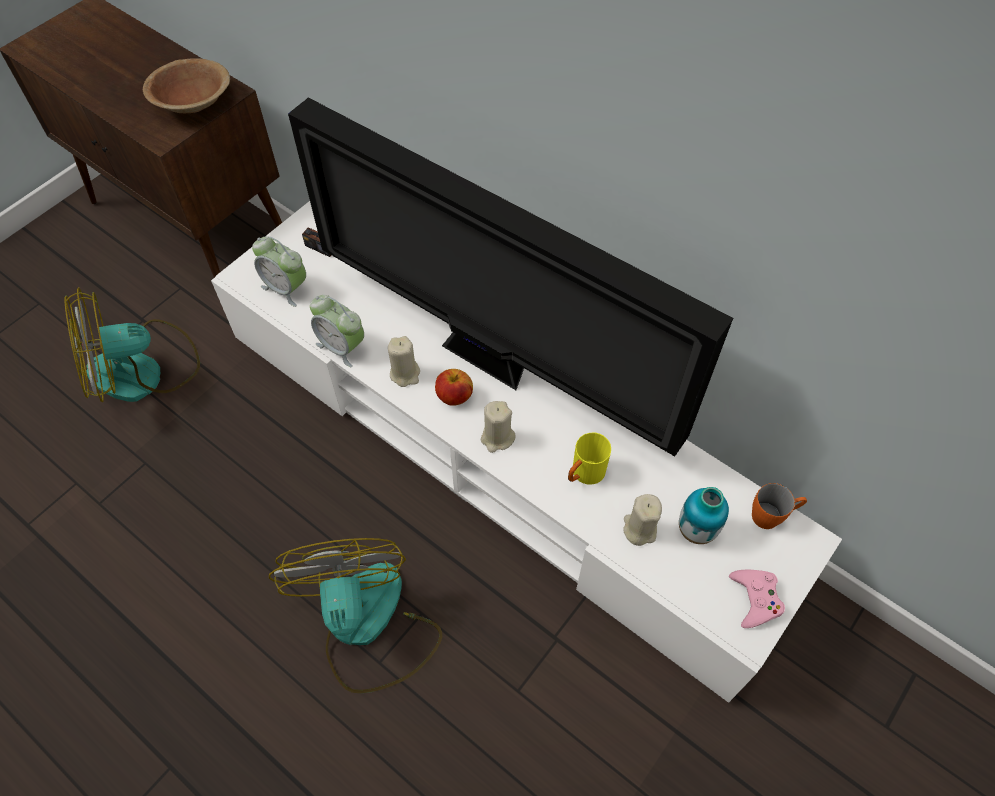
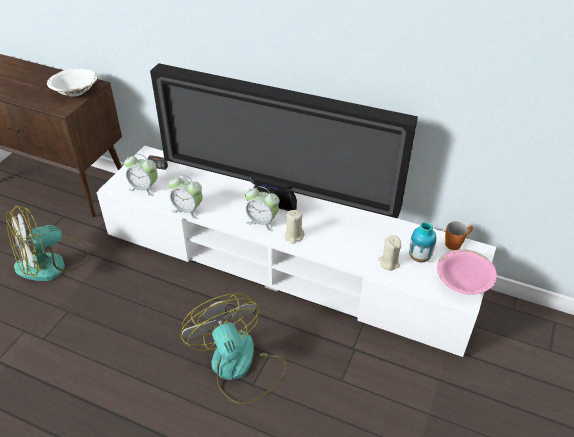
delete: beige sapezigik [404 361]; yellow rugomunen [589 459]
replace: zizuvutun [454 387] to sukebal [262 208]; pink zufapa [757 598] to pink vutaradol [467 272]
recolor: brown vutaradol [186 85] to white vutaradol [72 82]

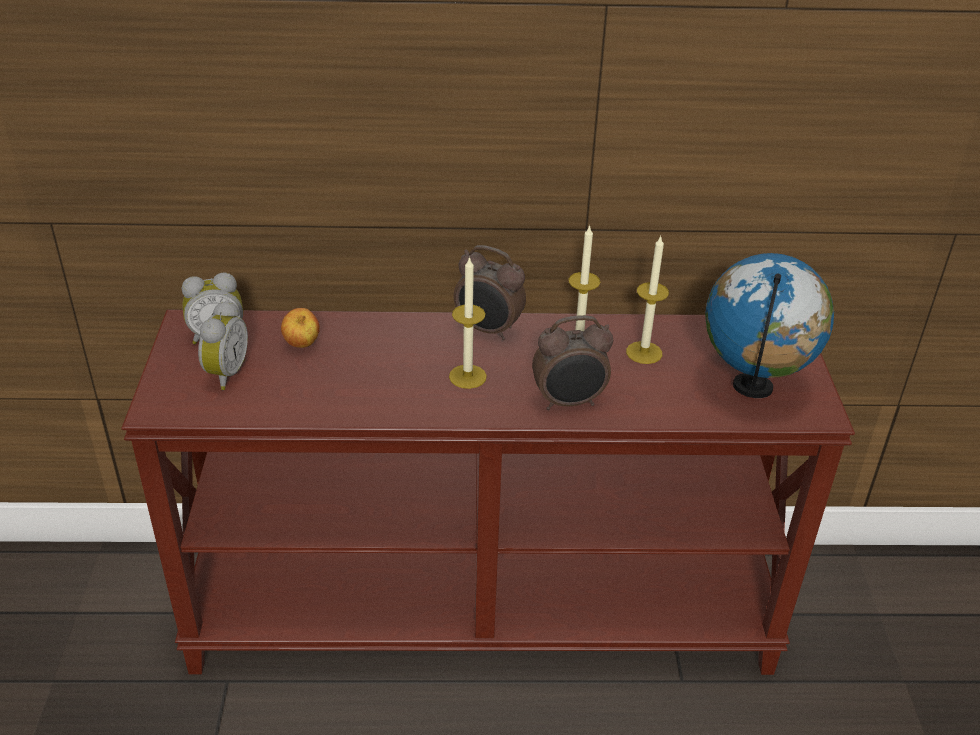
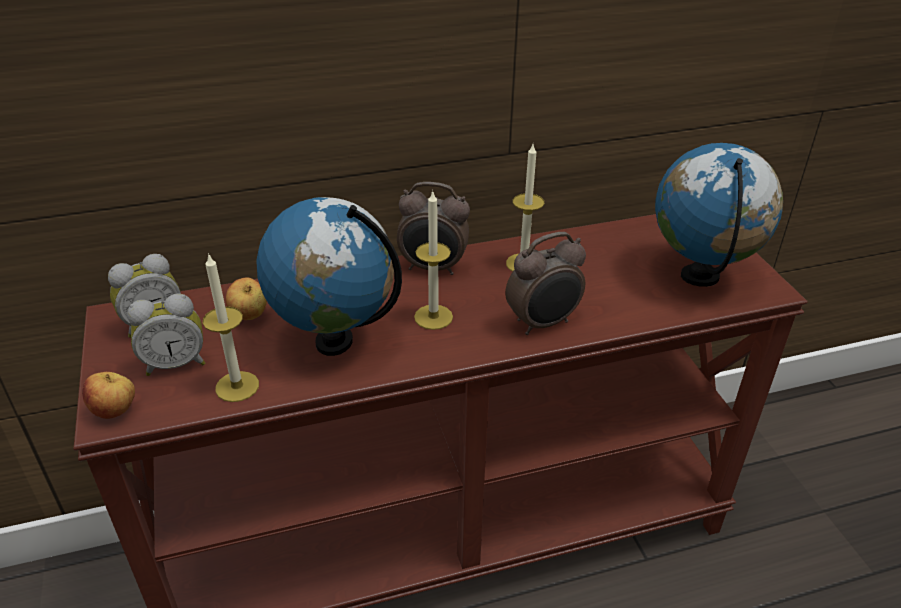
insert: zizuvutun [108 395]; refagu [329 276]
move: sapezigik [647 300] to [231 327]
rotate: sukebal [223 345] = [166 334] 75 degrees clockwise

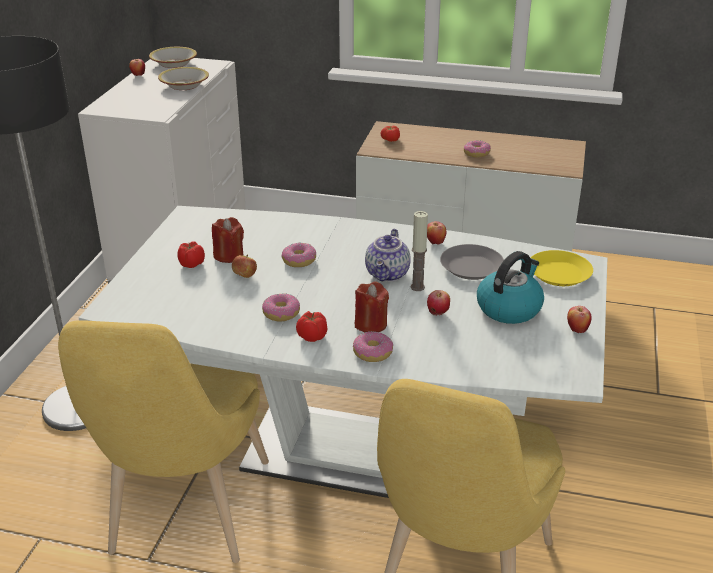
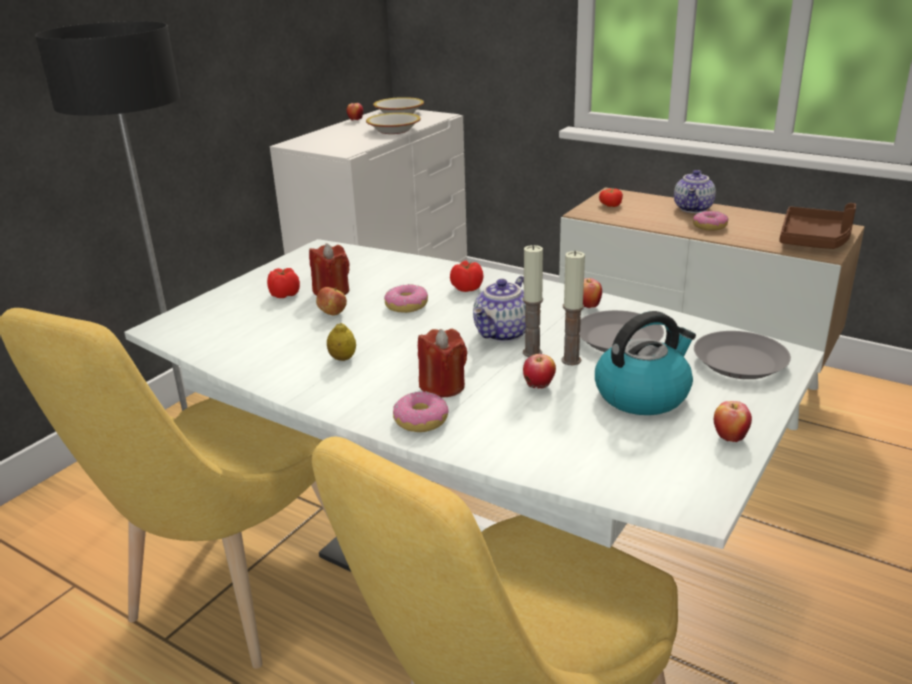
insert: sapezigik [573 308]; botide [695 191]; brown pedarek [817 226]
move: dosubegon [311 326] to [467 276]
replace: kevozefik [281 307] to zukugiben [341 342]
recolor: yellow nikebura [562 268] to grey nikebura [742 355]

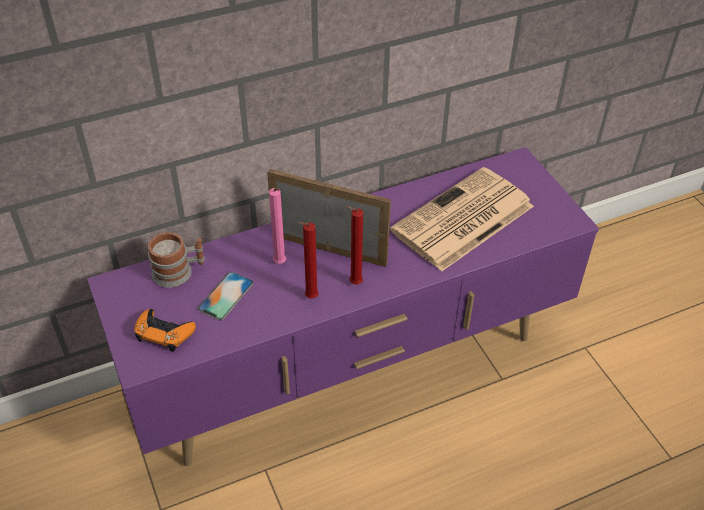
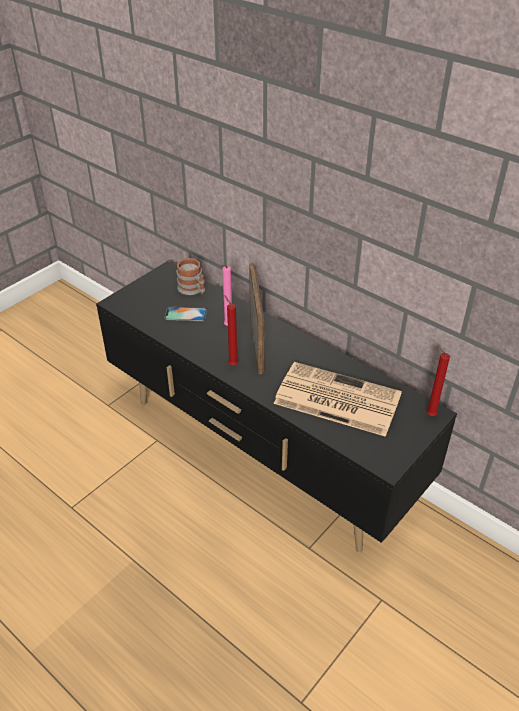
delete: orange zufapa [165 330]
move: red sapezigik [308 260] to [438 380]
recolor: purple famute [343 306] to black famute [276 406]

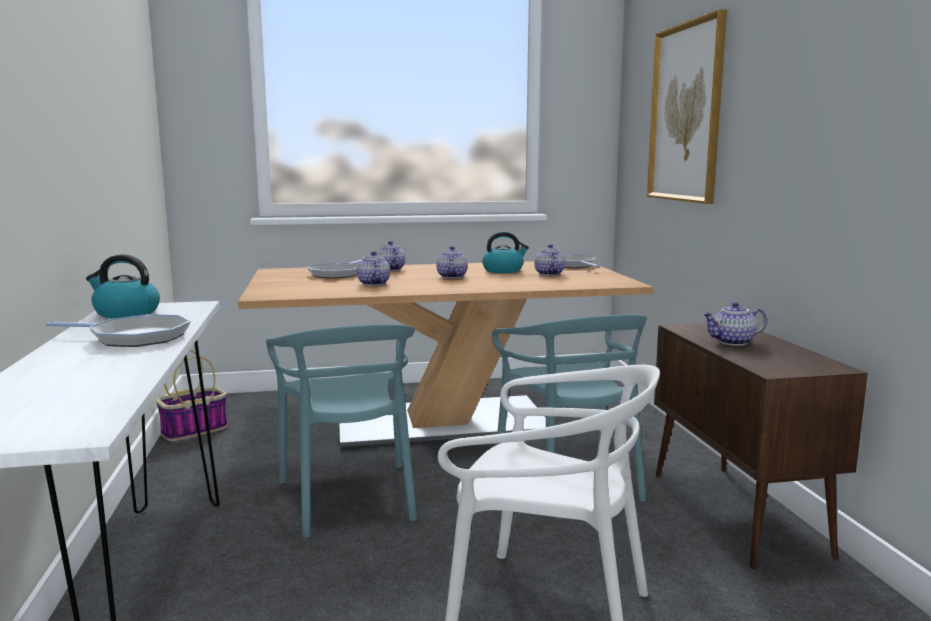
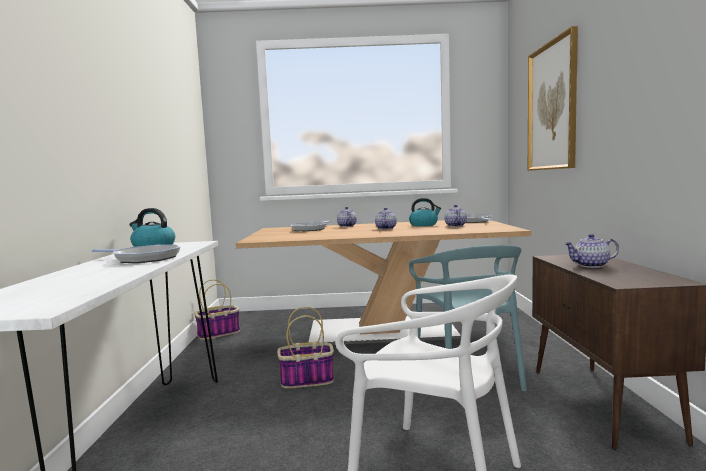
delete: botide [373 268]
replace: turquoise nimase [341 431] to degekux [305 348]

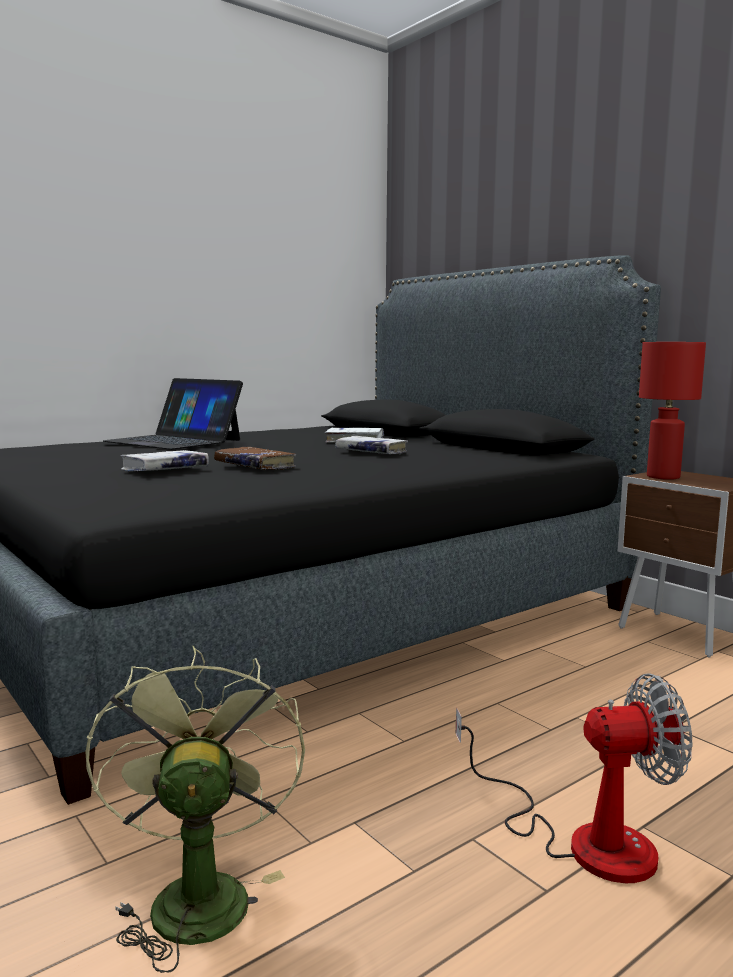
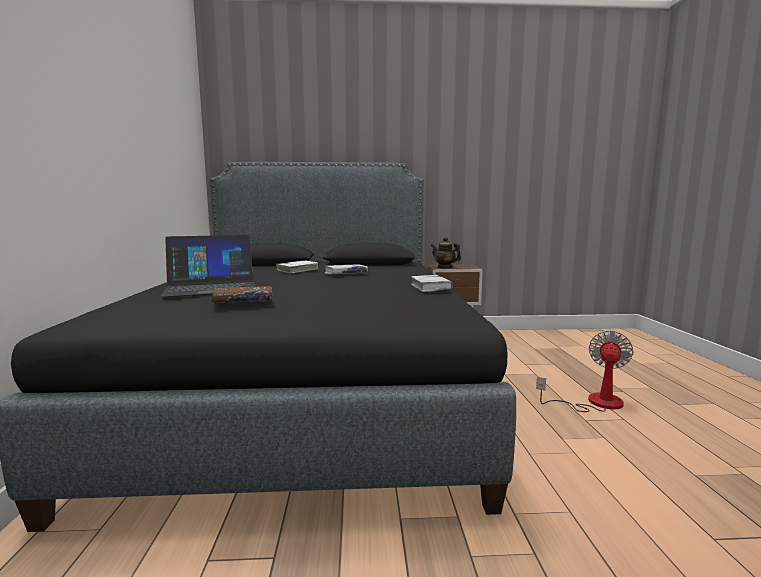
delete: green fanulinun [195 809]
move: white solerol [164 461] to [432 283]; brown solerol [255 458] to [242 294]
replace: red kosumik [672 411] to botide [446 253]

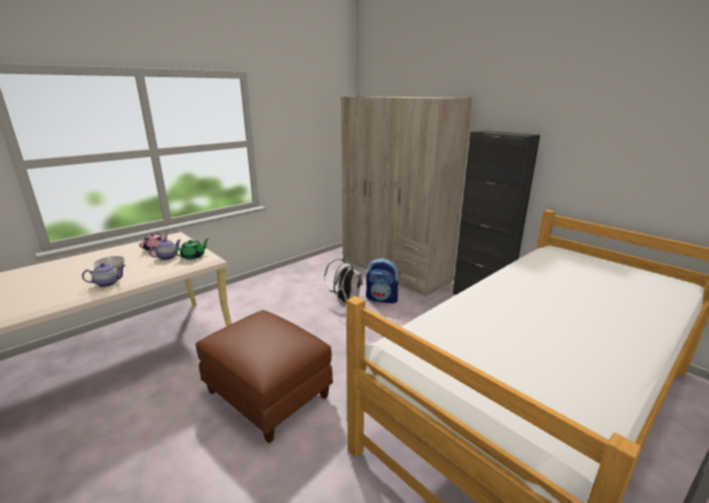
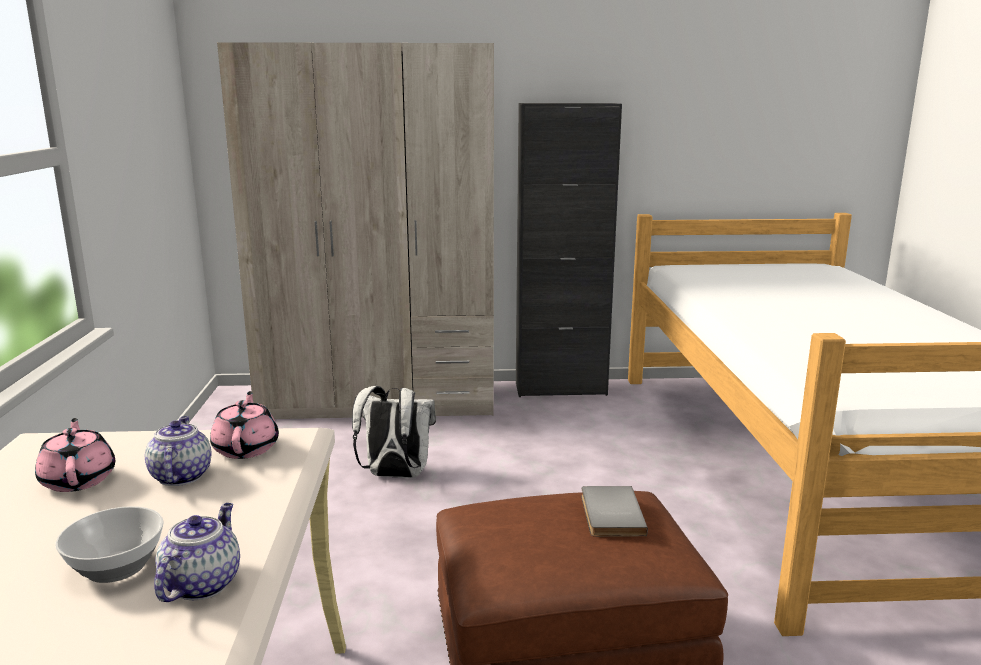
delete: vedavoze [383 281]
insert: grey solerol [614 511]
recolor: green botide [191 249] to pink botide [244 425]

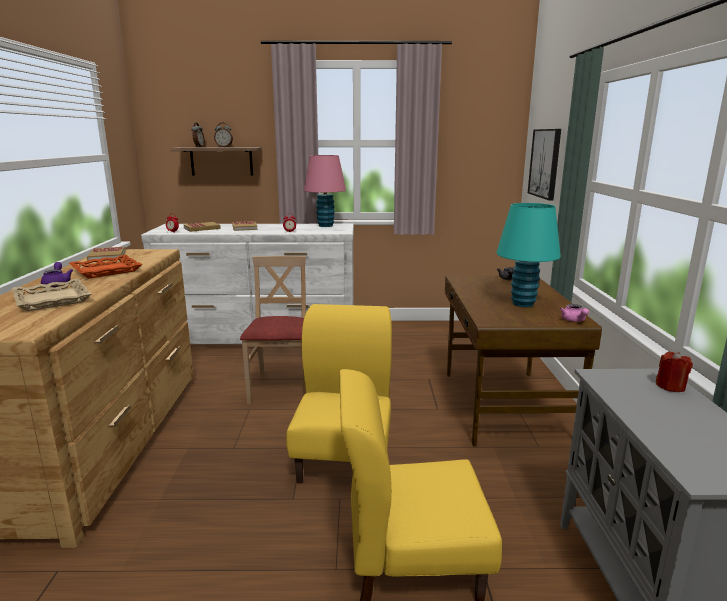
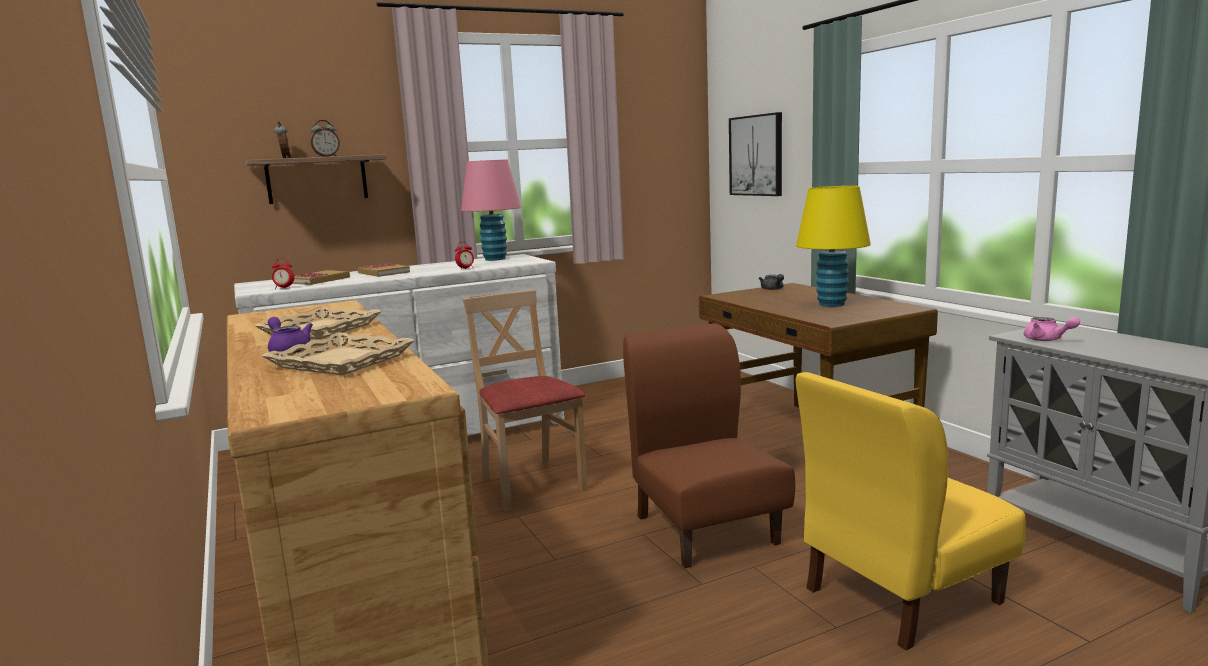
delete: solerol [106 254]; red sapezigik [674 371]
move: pink botide [574 313] to [1052 329]
recolor: orange pedarek [105 267] to beige pedarek [318 323]; yellow nimase [339 393] to brown nimase [709 445]; turquoise kosumik [529 255] to yellow kosumik [833 246]

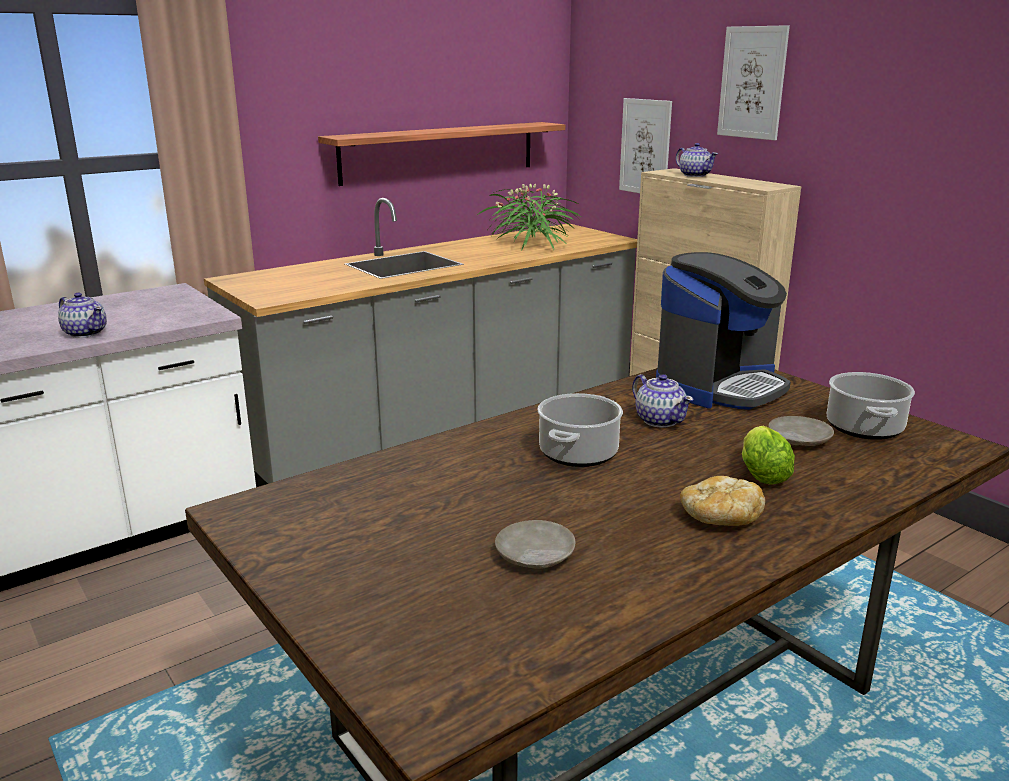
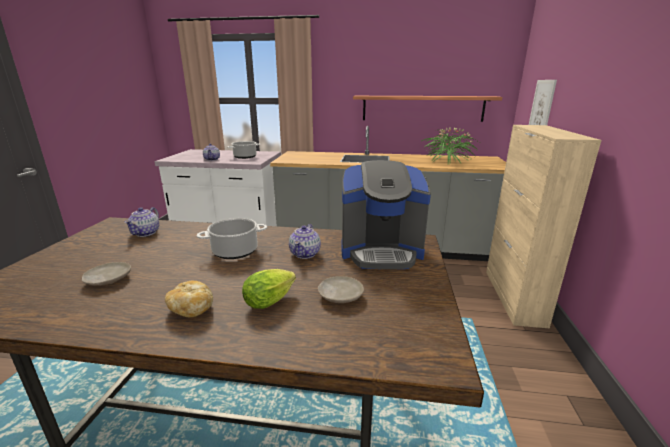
delete: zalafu [753 82]
move: botide [697 160] to [141 222]; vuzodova [871 406] to [243 150]

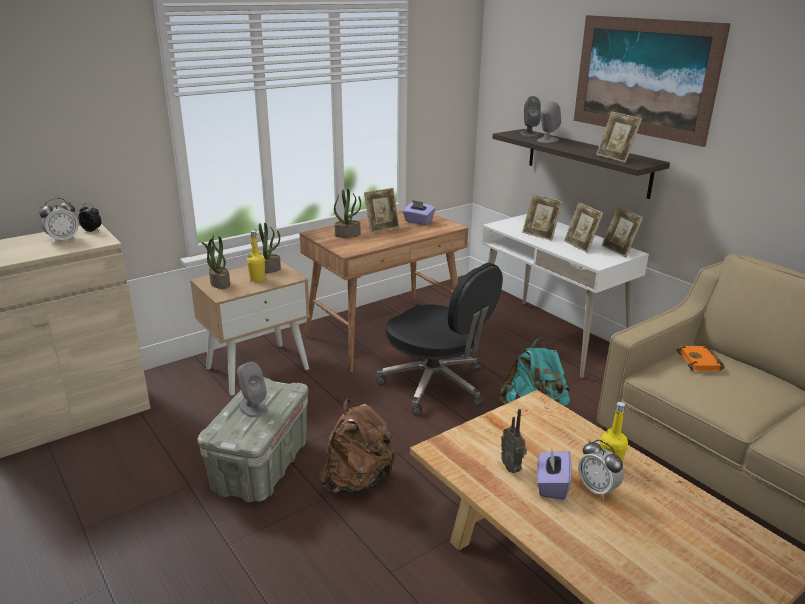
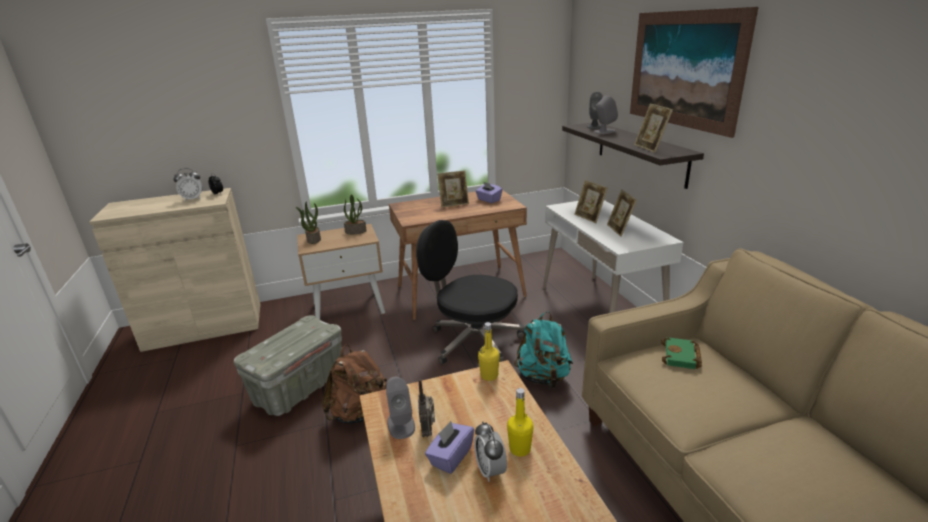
delete: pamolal [347 213]; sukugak [622 232]
move: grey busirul [252 390] to [400 408]; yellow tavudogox [256 256] to [489 351]
recolor: orange solerol [700 358] to green solerol [681 353]
rotate: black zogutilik [439 339] = [470 292] 150 degrees clockwise

